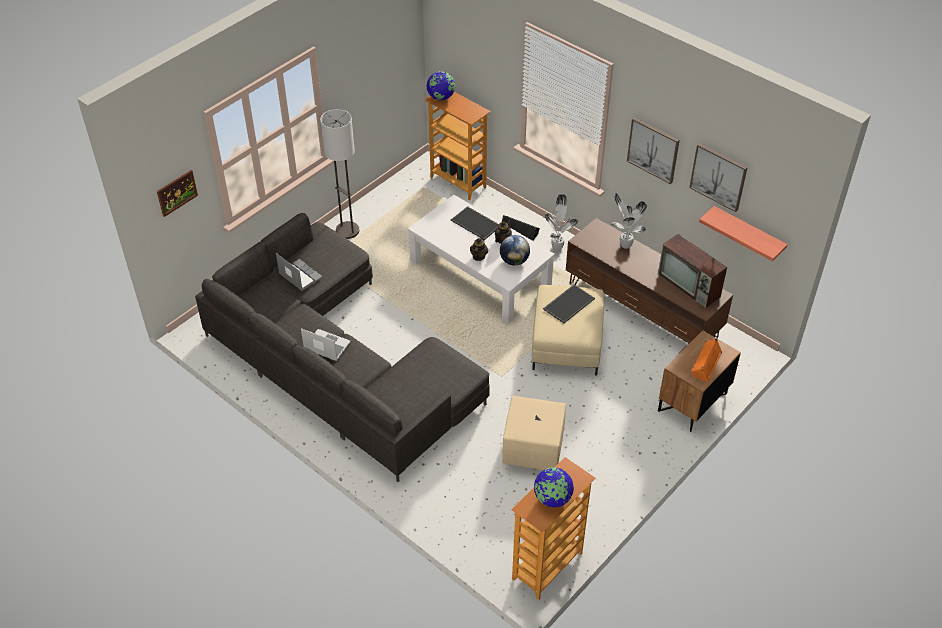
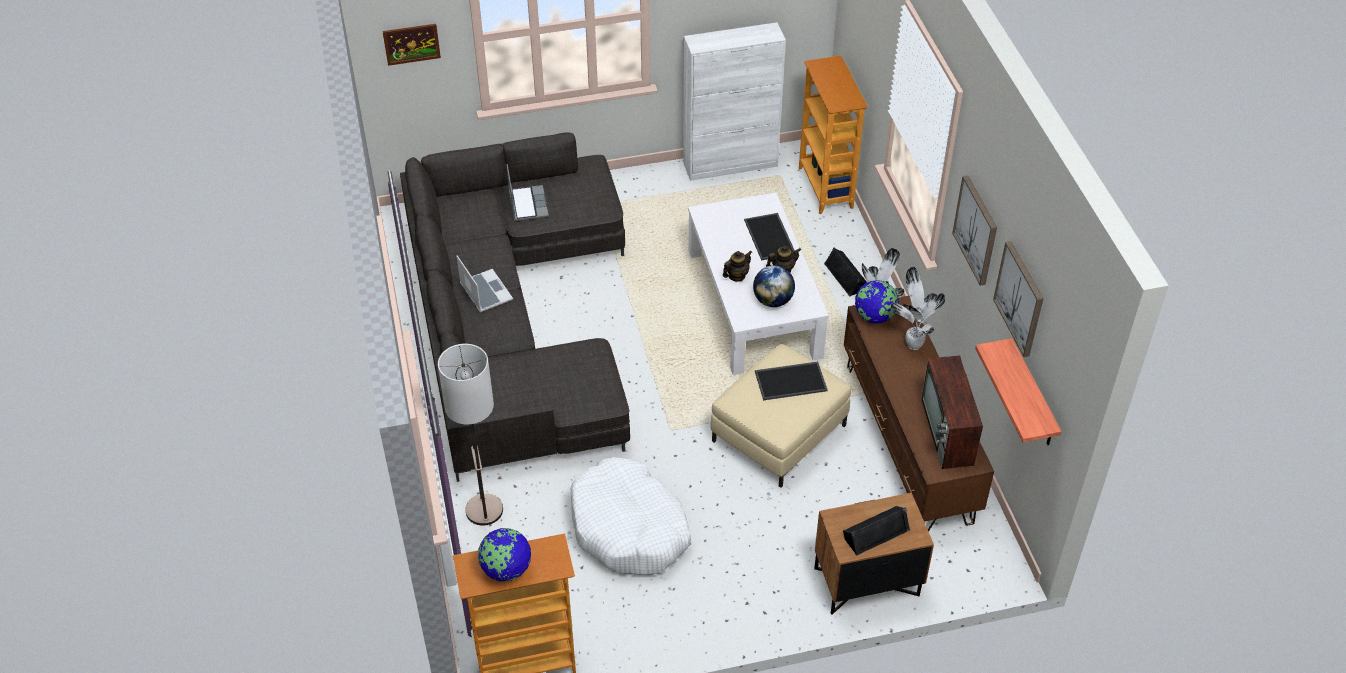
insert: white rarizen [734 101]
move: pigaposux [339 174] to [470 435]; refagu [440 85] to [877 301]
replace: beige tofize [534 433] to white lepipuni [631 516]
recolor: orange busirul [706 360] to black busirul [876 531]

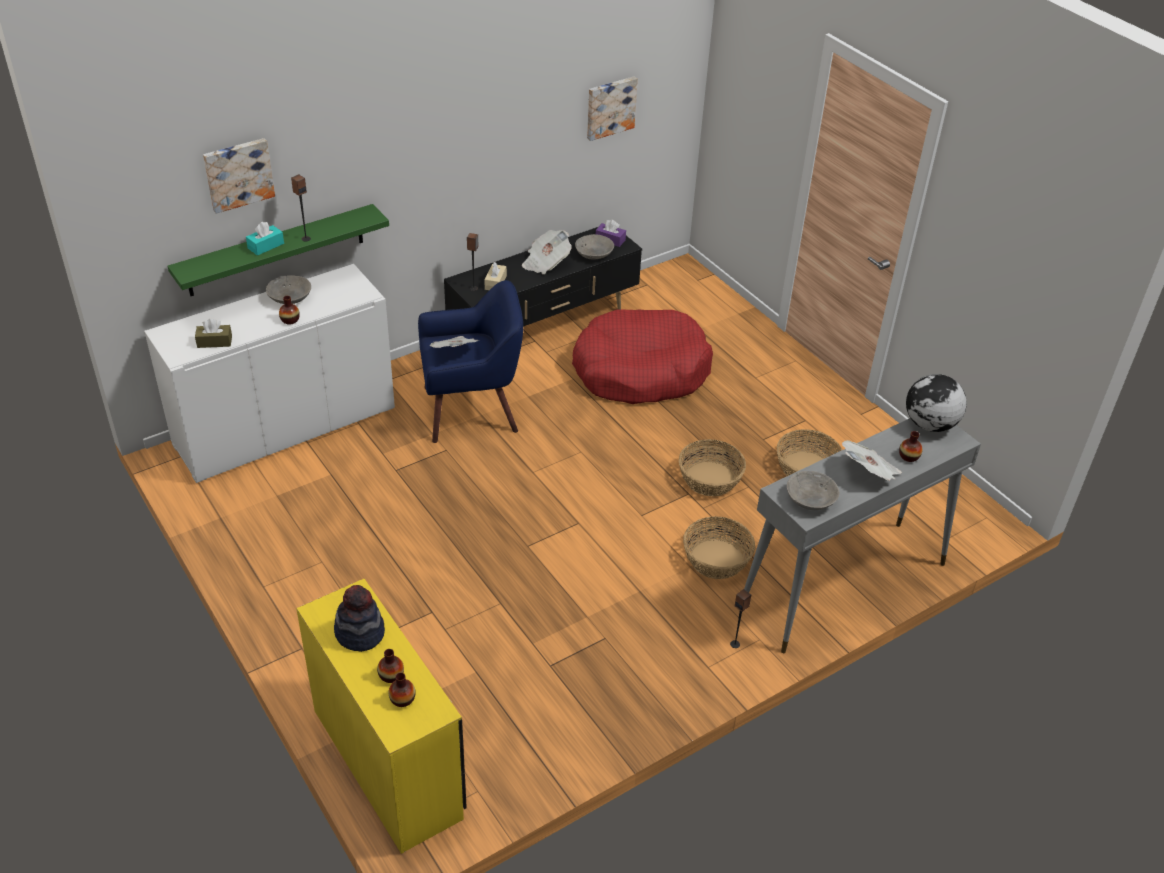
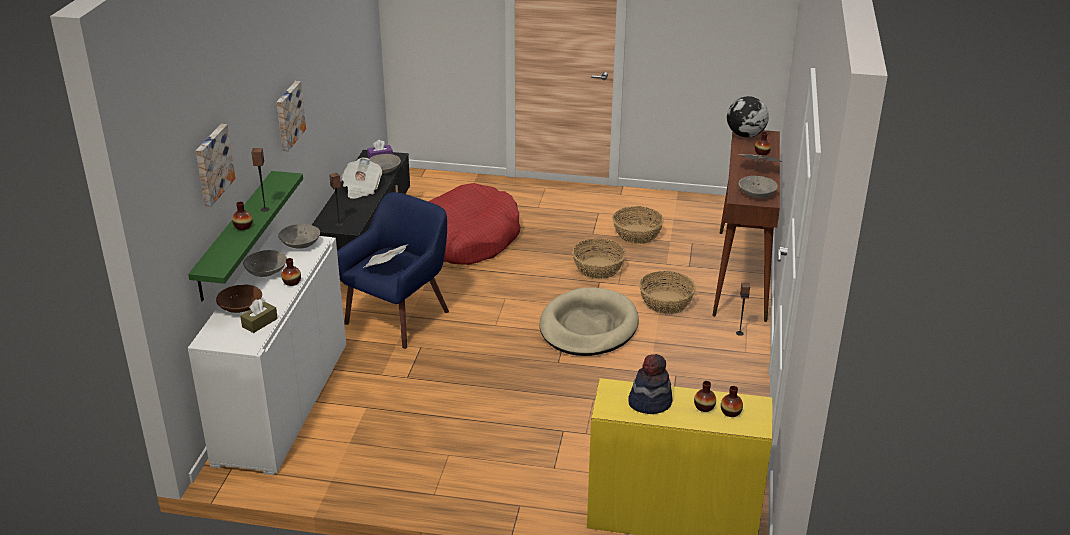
delete: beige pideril [496 276]
insert: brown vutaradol [239 299]; grey vutaradol [299 236]; beige lepipuni [589 321]
move: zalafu [612 108] to [291 116]
replace: turquoise pideril [265 239] to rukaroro [242 216]
recolor: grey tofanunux [862 535] to brown tofanunux [746 226]

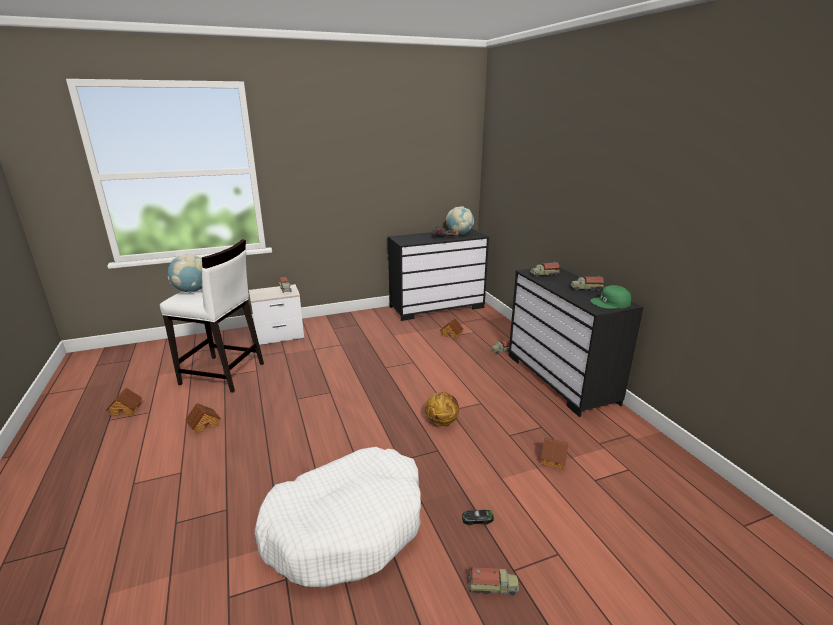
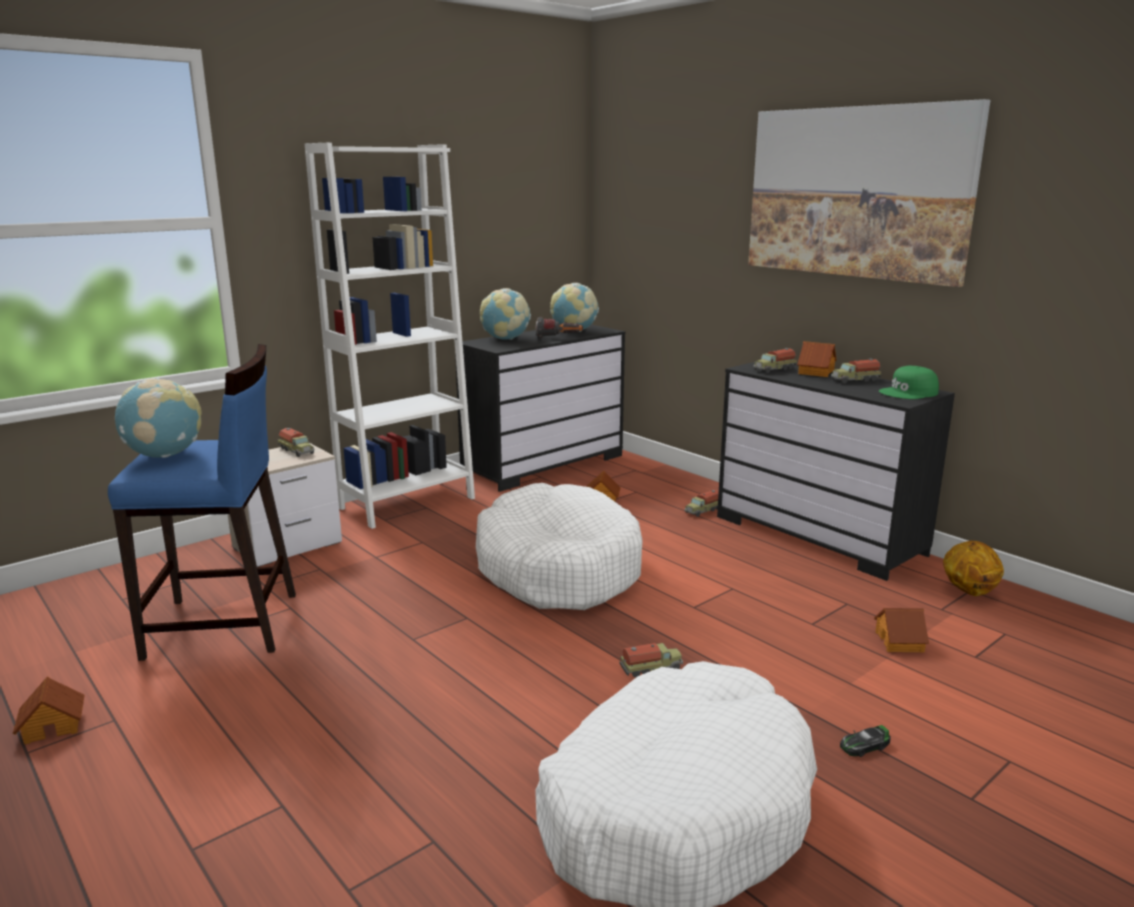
insert: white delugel [390 336]; white lepipuni [559 546]; refagu [505 314]; zalafu [869 193]
move: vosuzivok [203 418] to [817 359]; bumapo [442 409] to [973 568]; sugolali [494 581] to [651 660]
recolor: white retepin [212 316] to blue retepin [202 502]

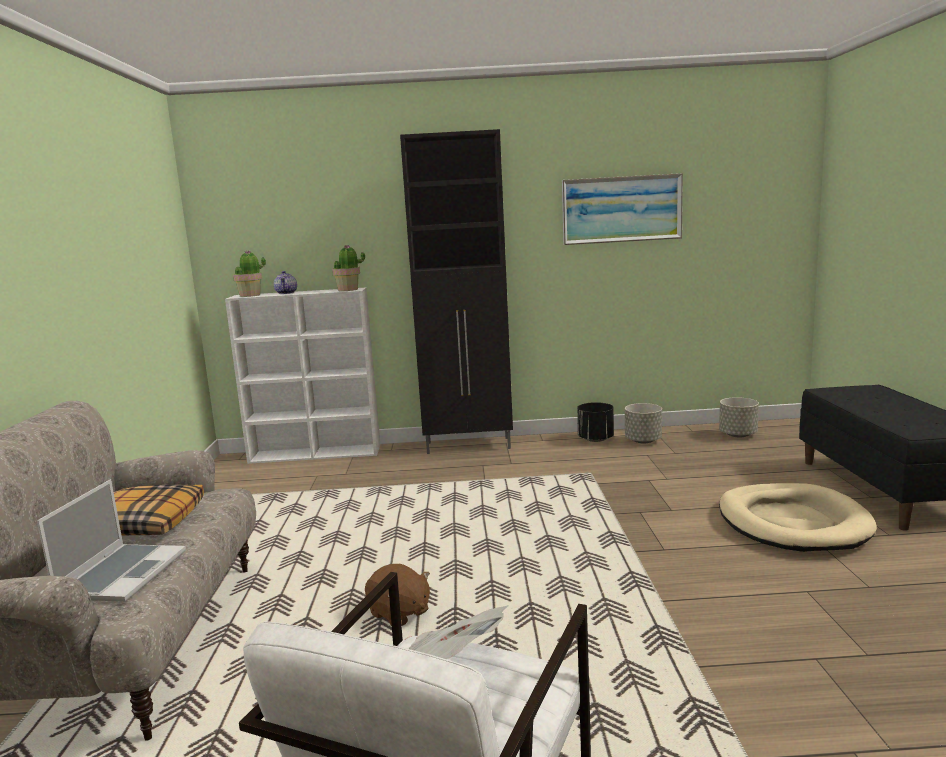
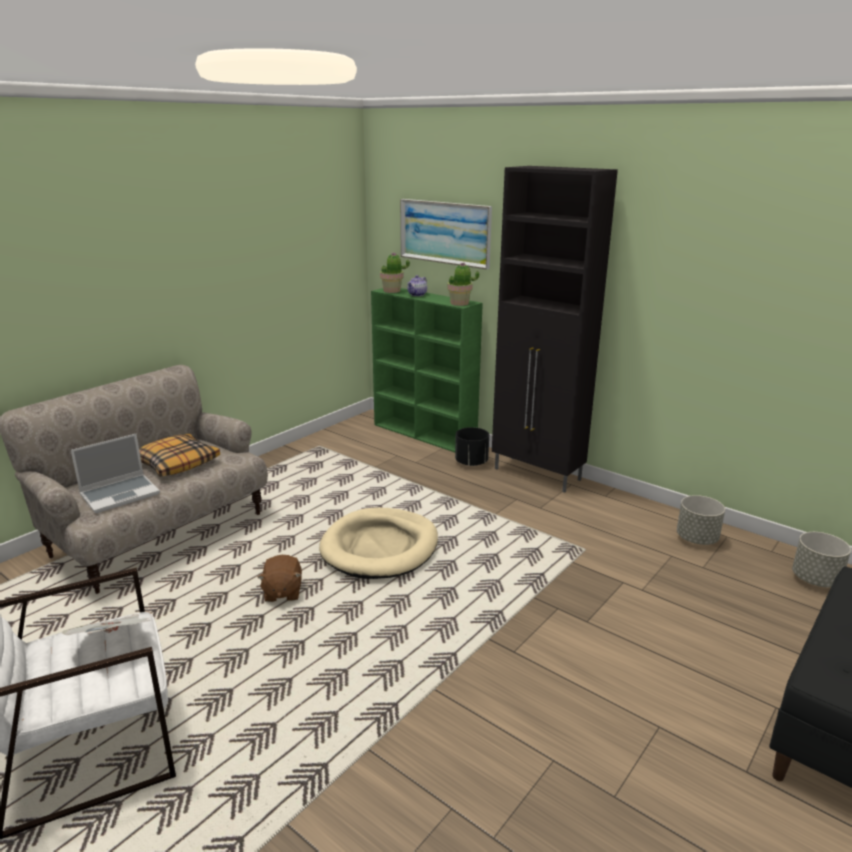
move: zalafu [622 209] to [446 234]; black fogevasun [595 422] to [472 446]; beige lepipuni [798 517] to [378 543]
recolor: white delugel [302 376] to green delugel [427 370]

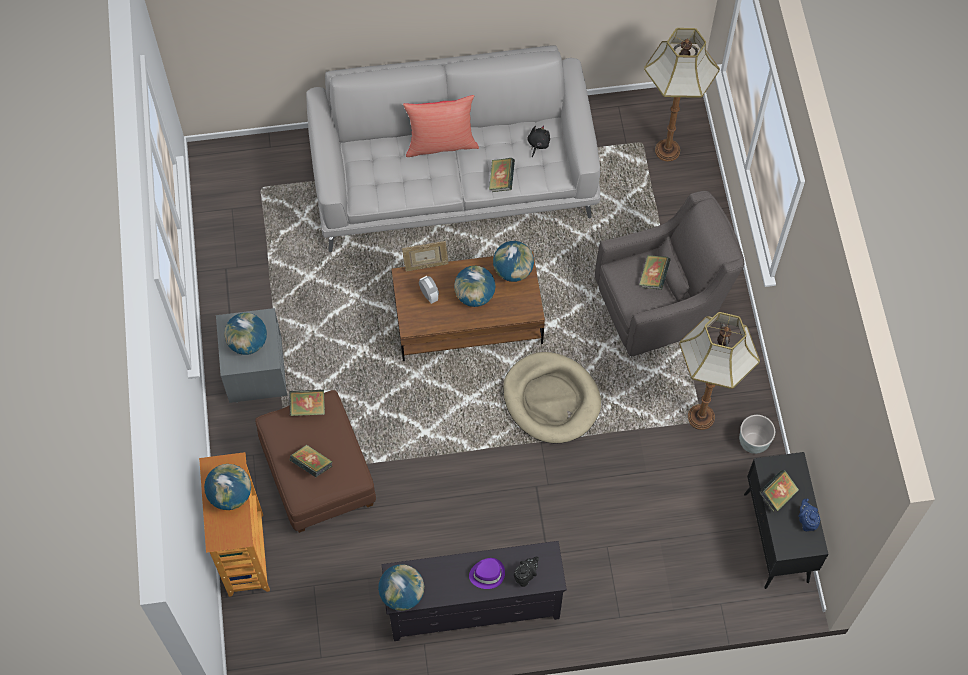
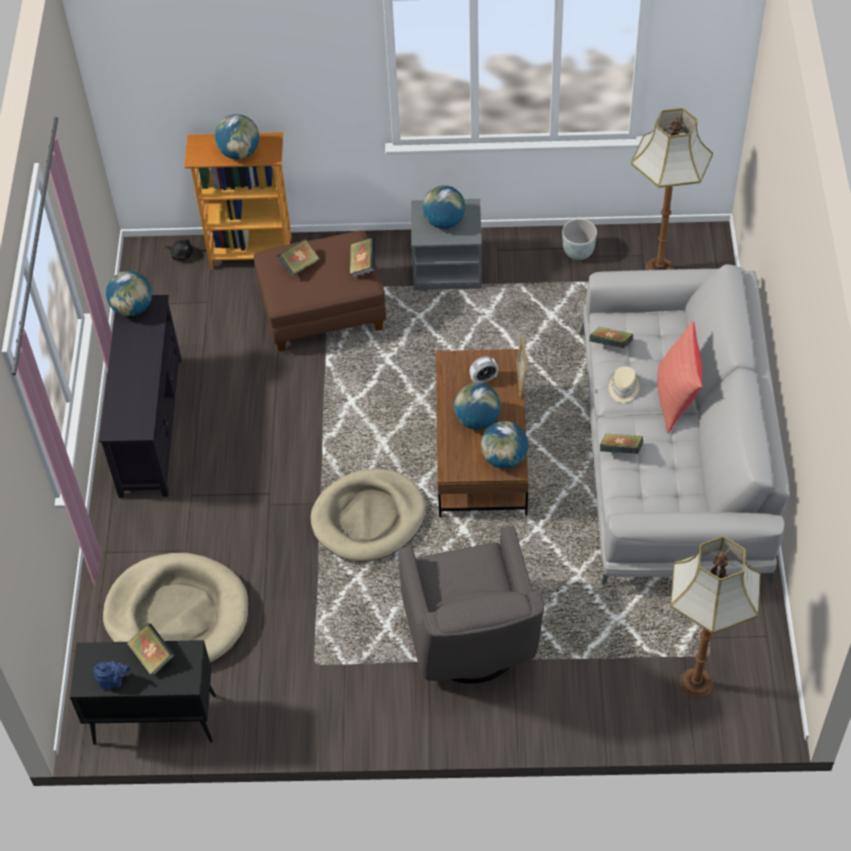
delete: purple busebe [487 573]; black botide [526 572]
insert: beige lepipuni [176 608]; beige busebe [624 384]
move: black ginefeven [538 141] to [179 250]; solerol [655 272] to [611 338]; pigaposux [719 371] to [672 189]; grey fogevasun [757 434] to [579 239]

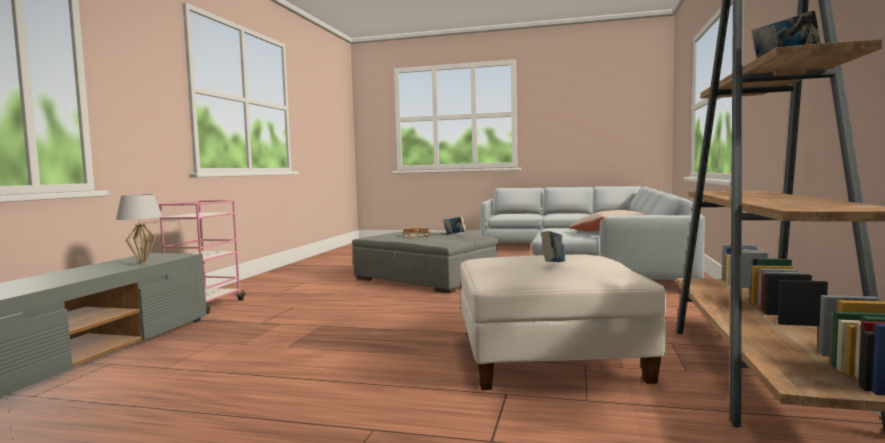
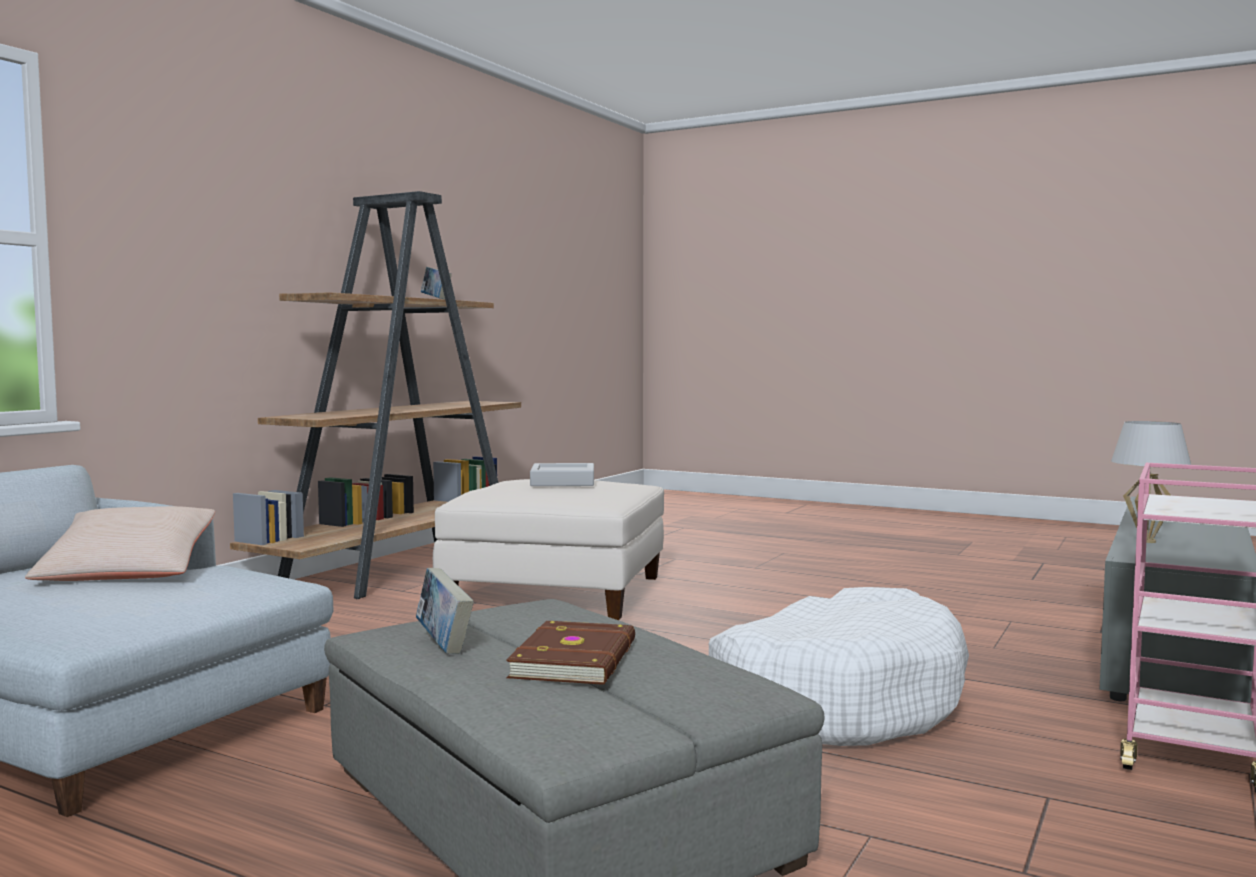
insert: white lepipuni [839 666]
replace: solerol [553 246] to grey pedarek [562 474]

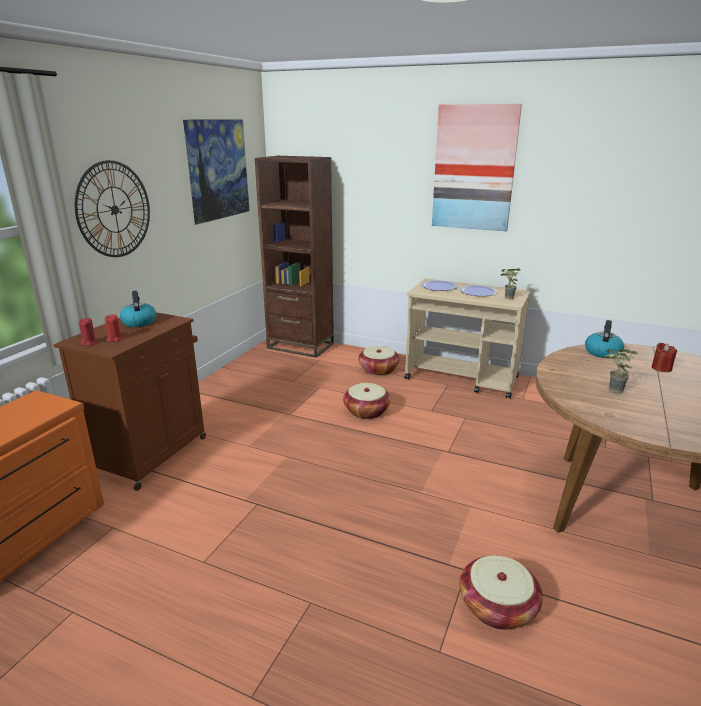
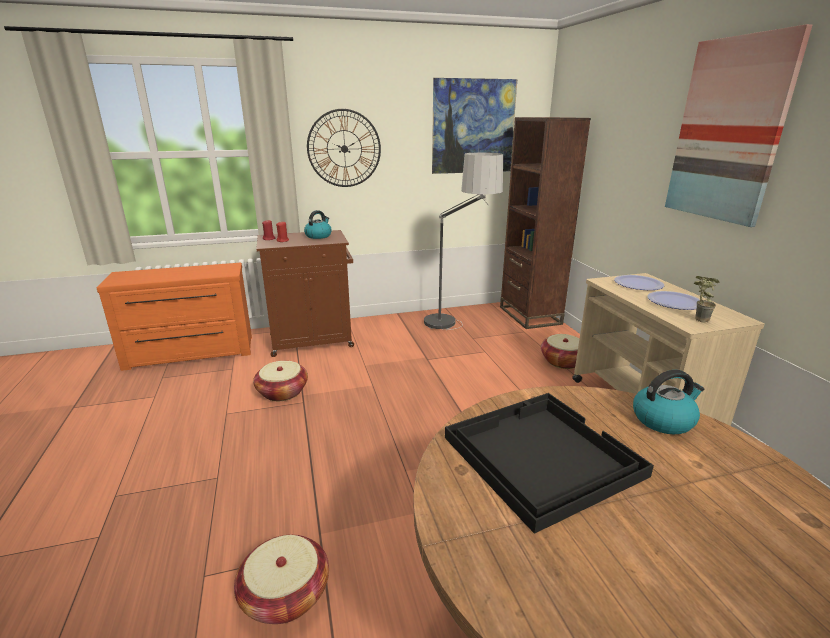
delete: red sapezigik [664 357]
insert: pigaposux [463 241]
move: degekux [367 401] to [280 381]
replace: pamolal [621 371] to black pedarek [549 463]

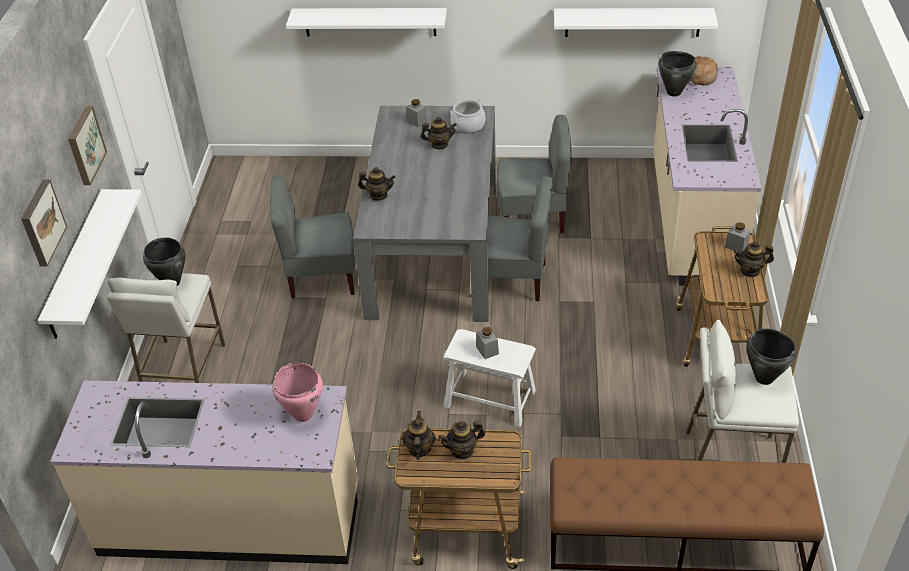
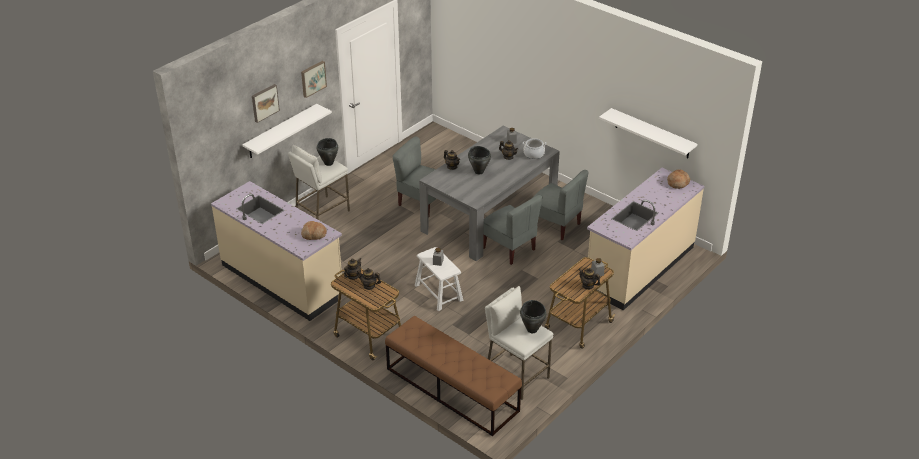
delete: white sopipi [366 22]
move: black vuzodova [677 73] to [479 160]
replace: pink vuzodova [298 392] to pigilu [314 230]

